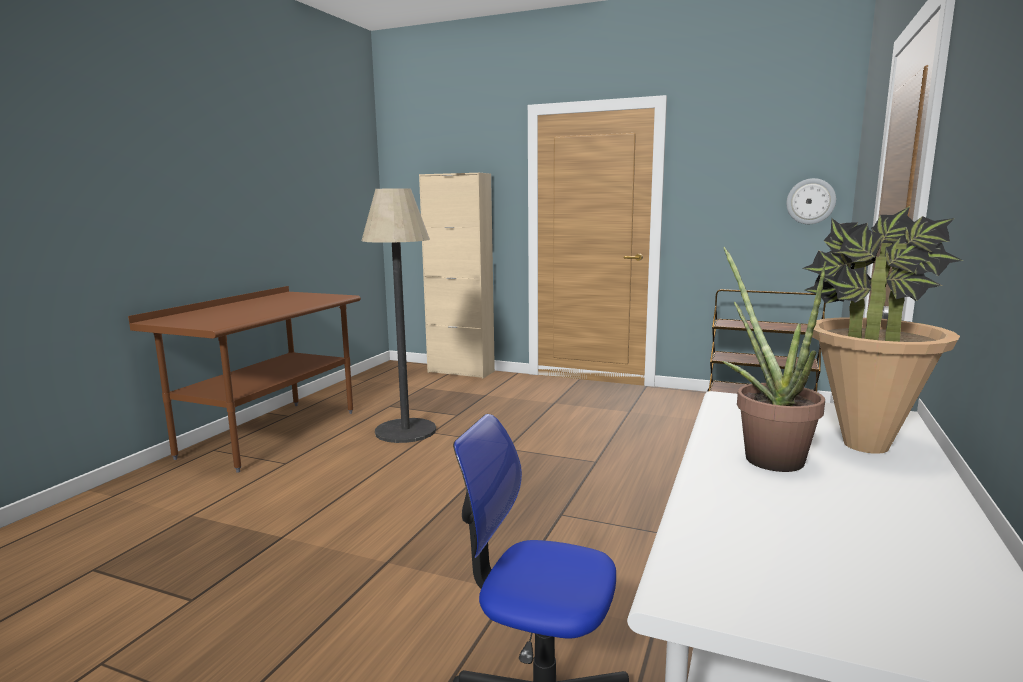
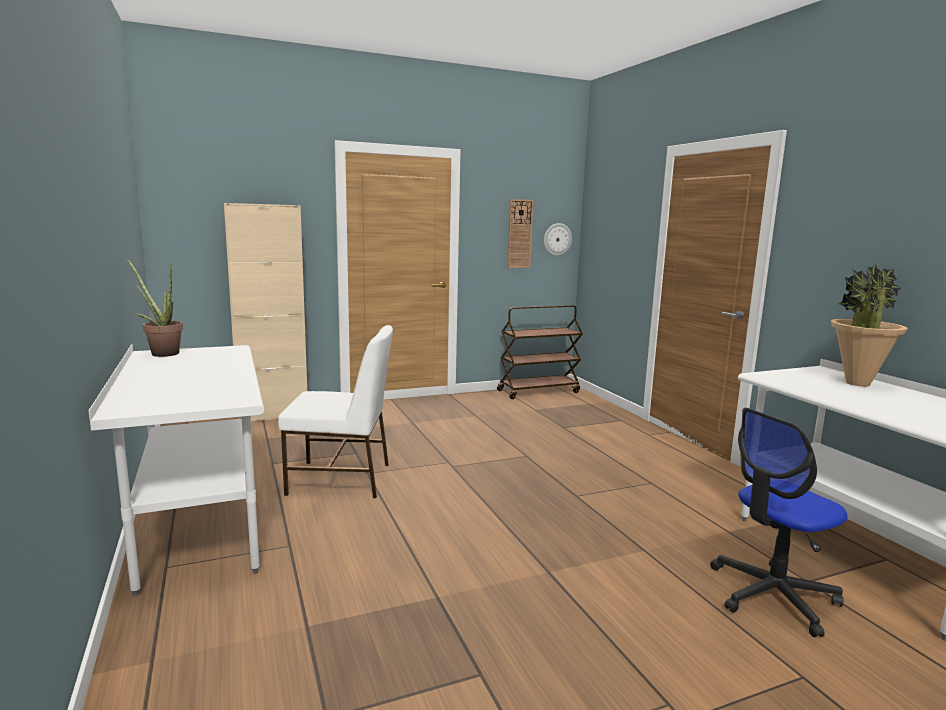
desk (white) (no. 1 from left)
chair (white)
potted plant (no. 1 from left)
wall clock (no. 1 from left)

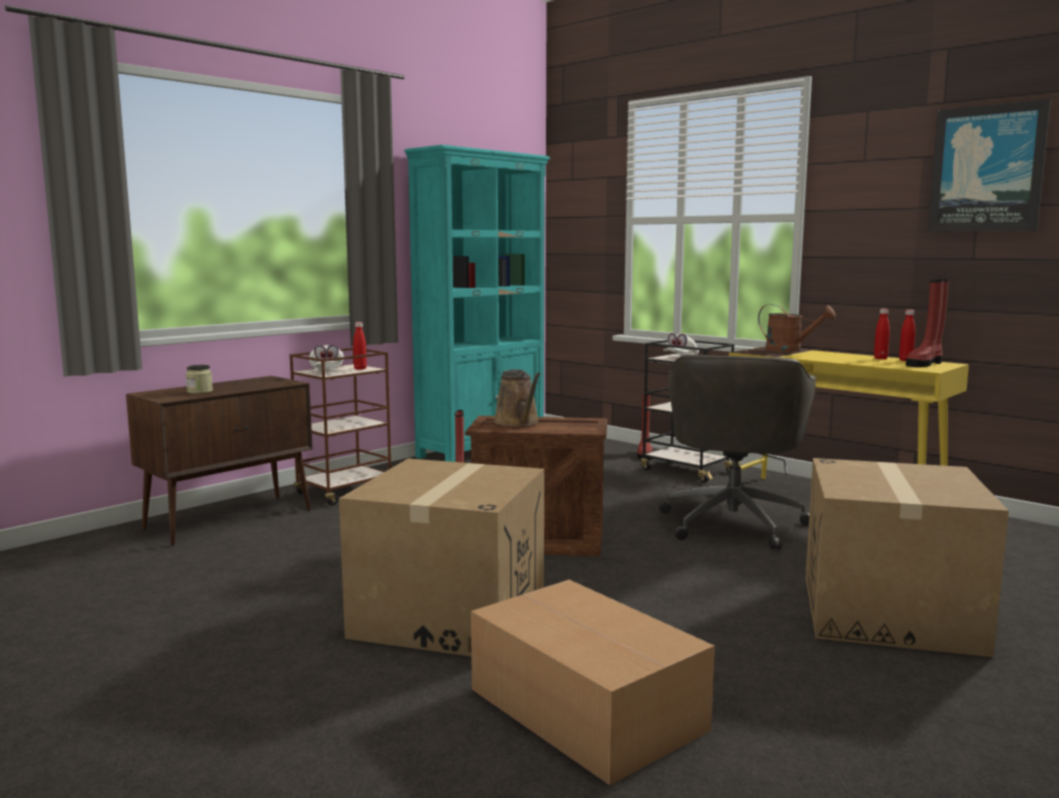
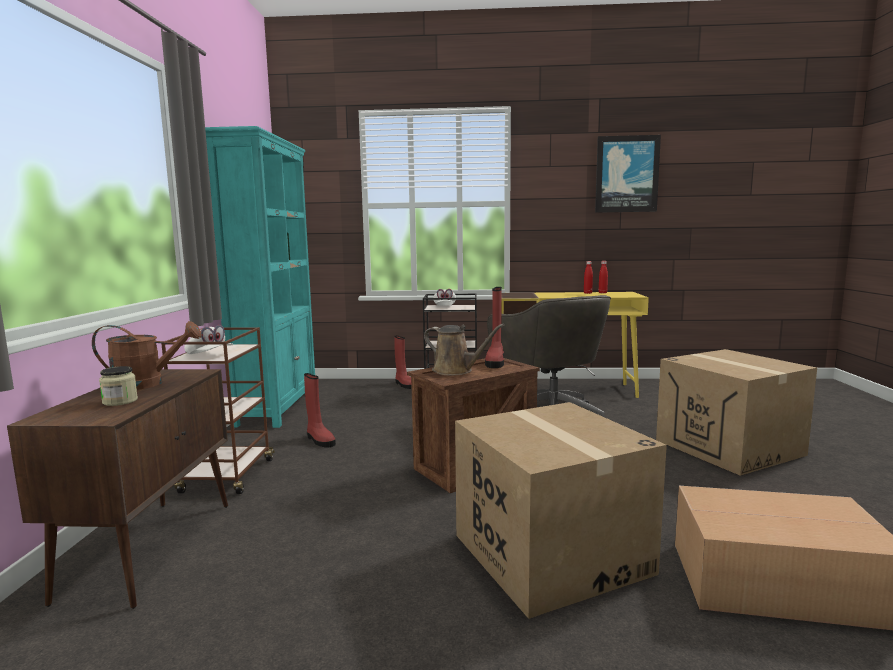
bottle (red) (no. 1 from left in the first image)
watering can (brown) (no. 1 from left)
boot (red) (no. 3 from left)

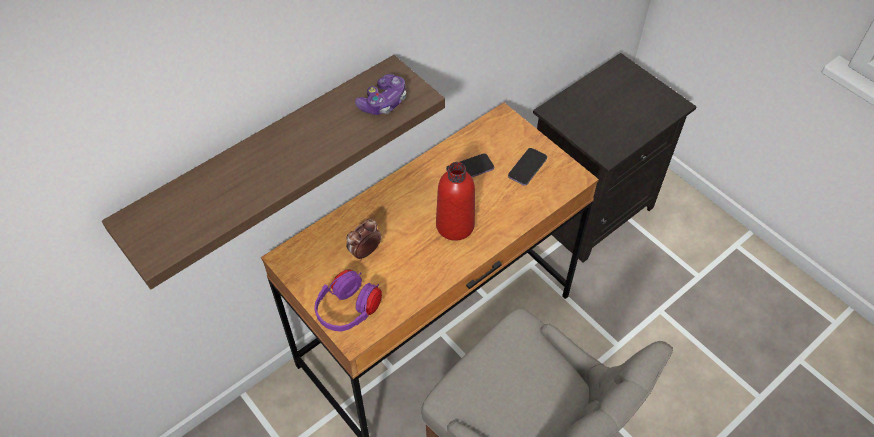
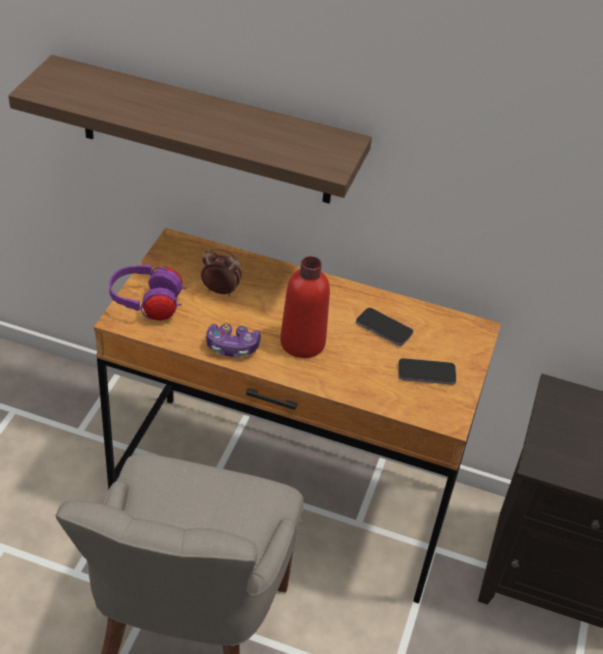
game controller

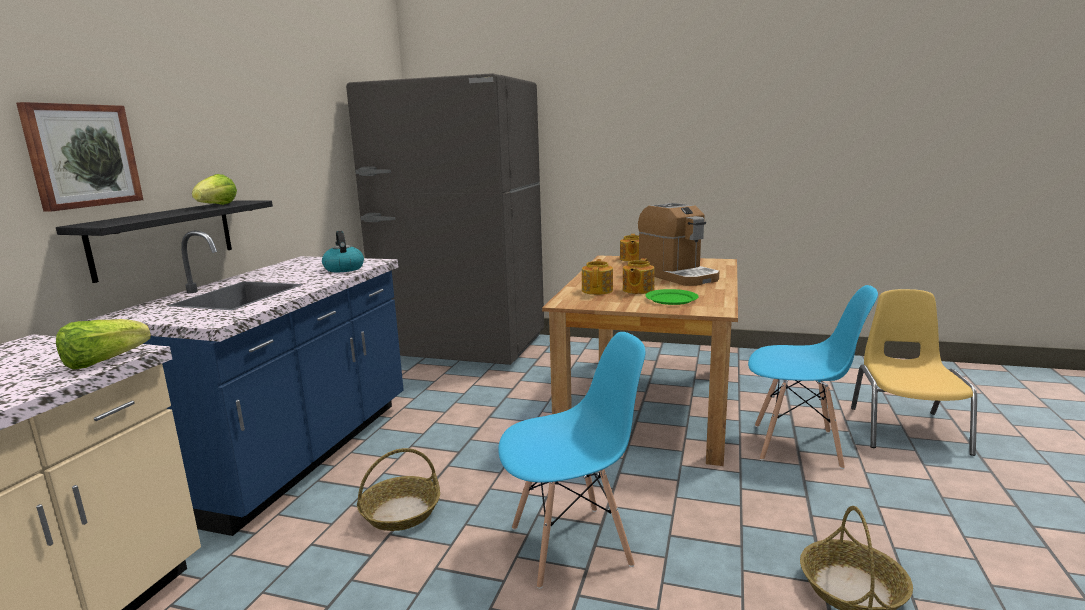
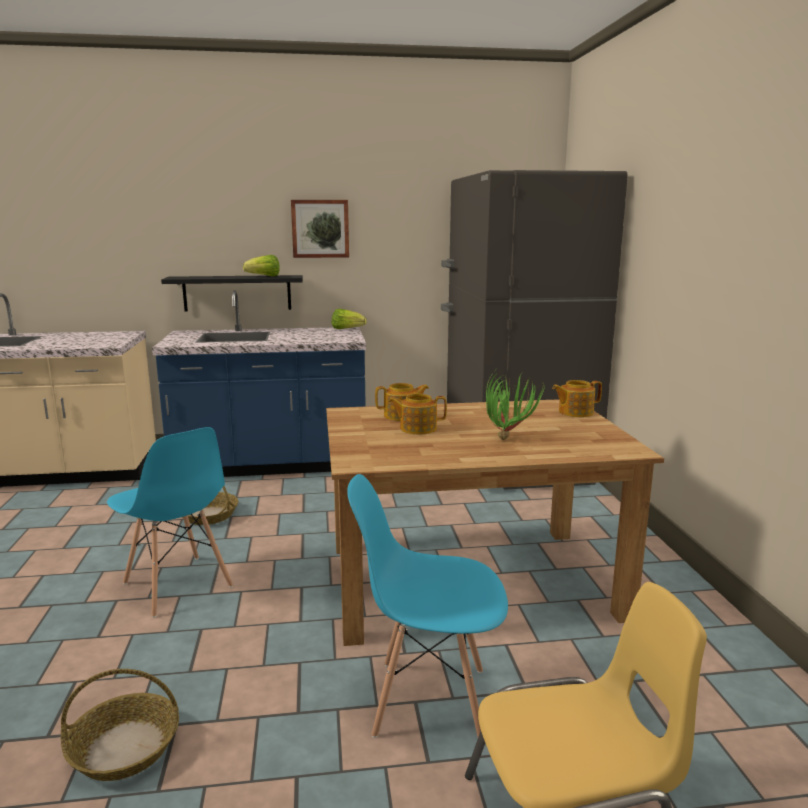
picture
lettuce (no. 2 from left)
kettle
potted plant
plate (green)
chair (blue) (no. 2 from left)

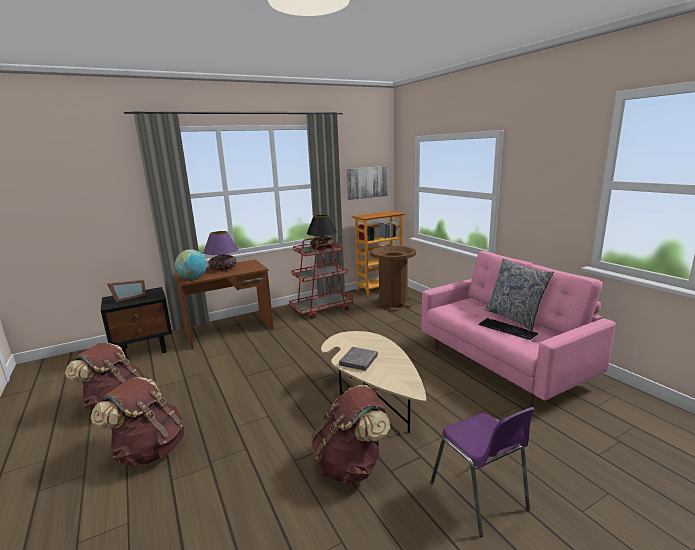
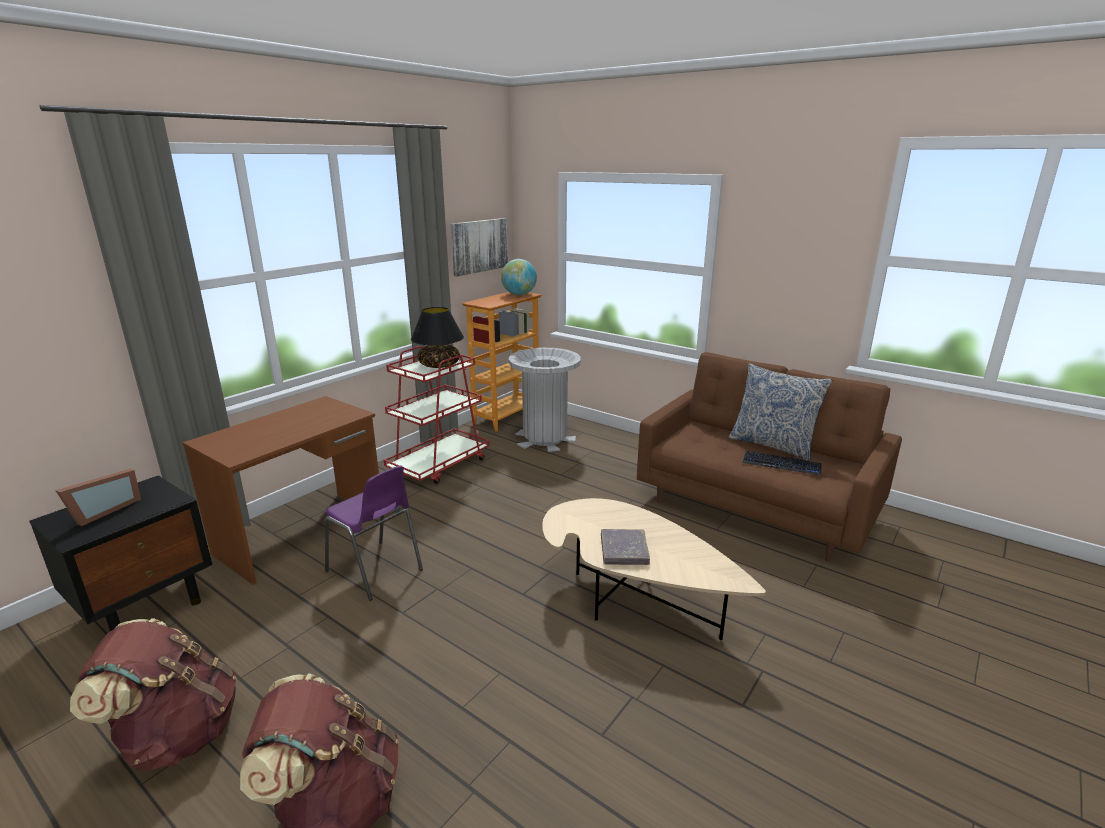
globe
table lamp (purple)
backpack (brown) (no. 3 from left in the first image)
trash can (grey)
sofa (brown)
chair (purple)

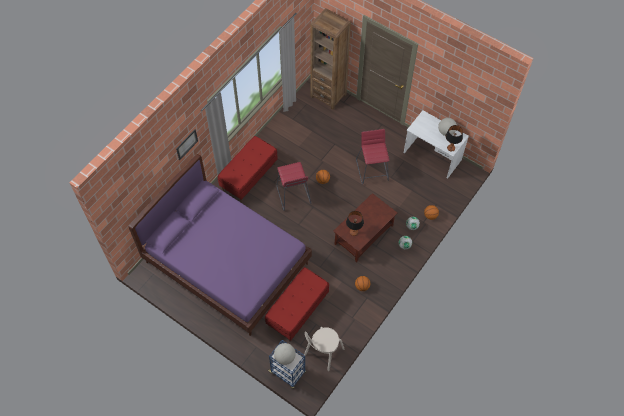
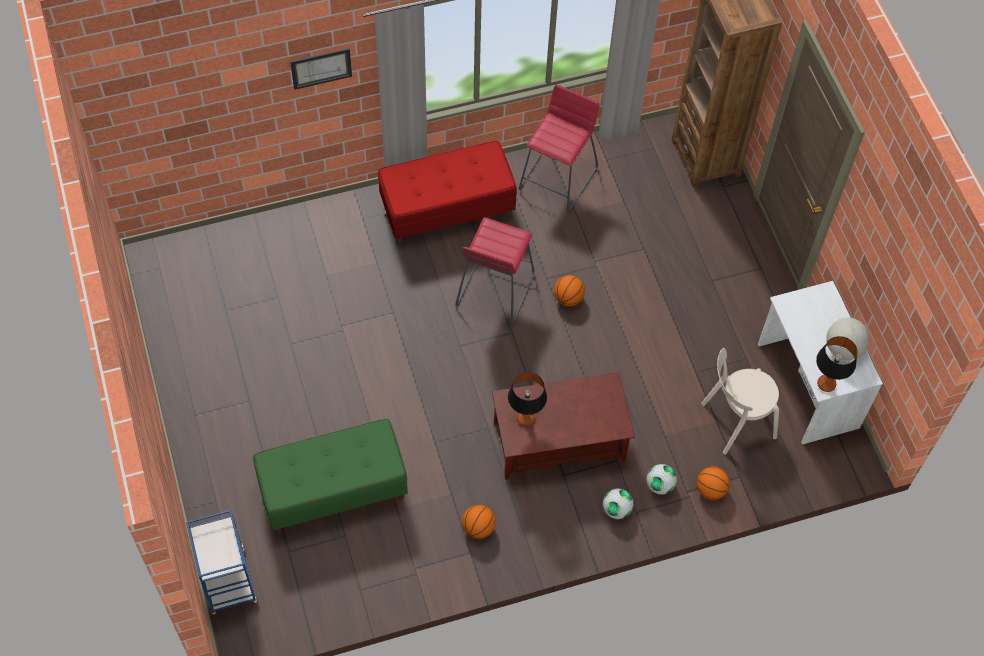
bed (purple)
bench (green)
globe (no. 1 from left in the first image)
chair (beige)
stool (red) (no. 2 from left)

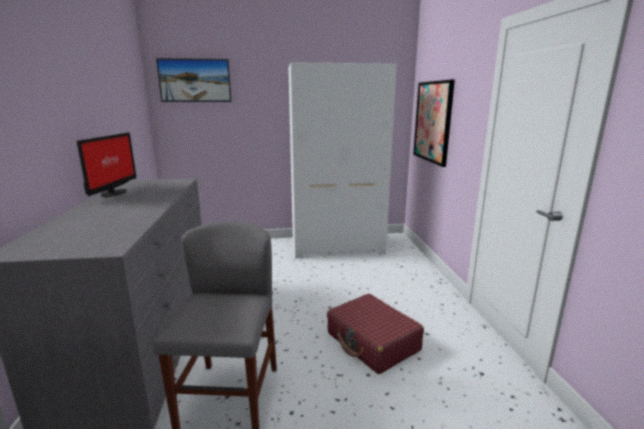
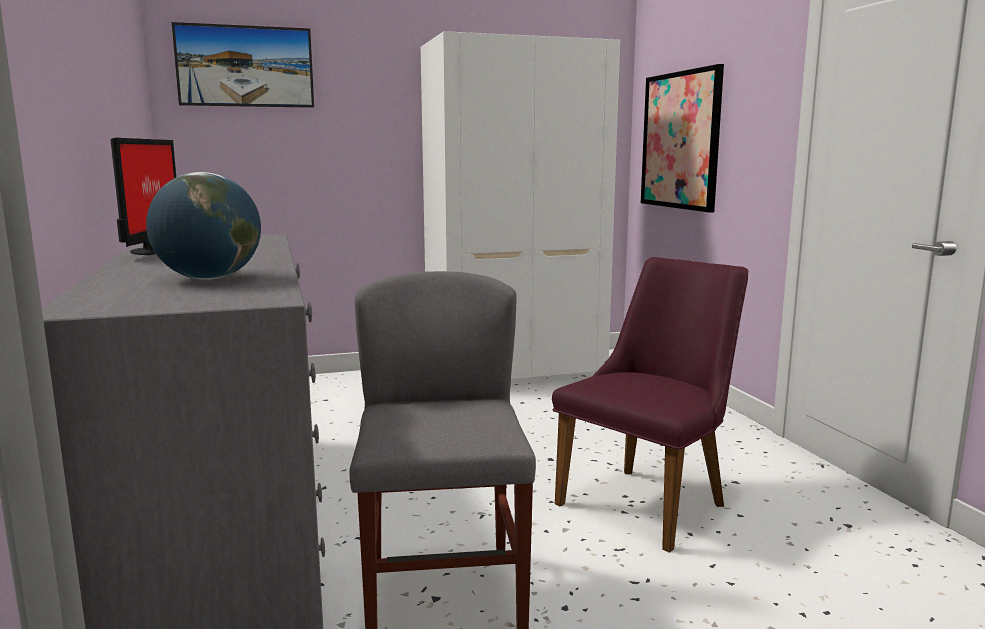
chair (purple)
globe

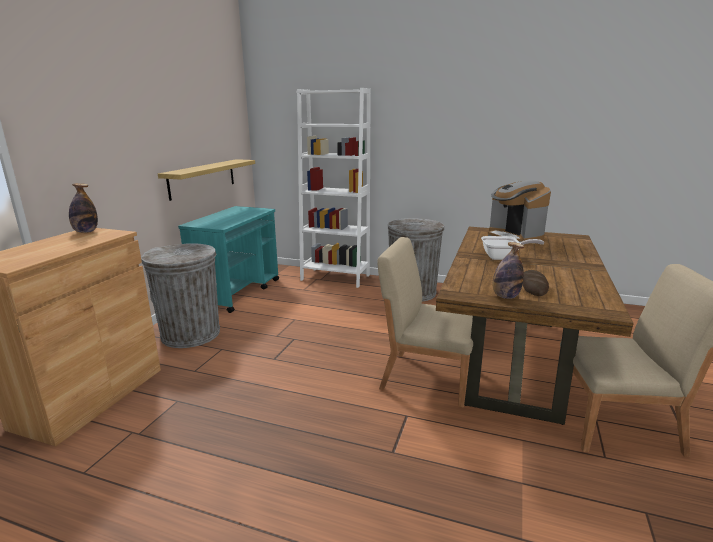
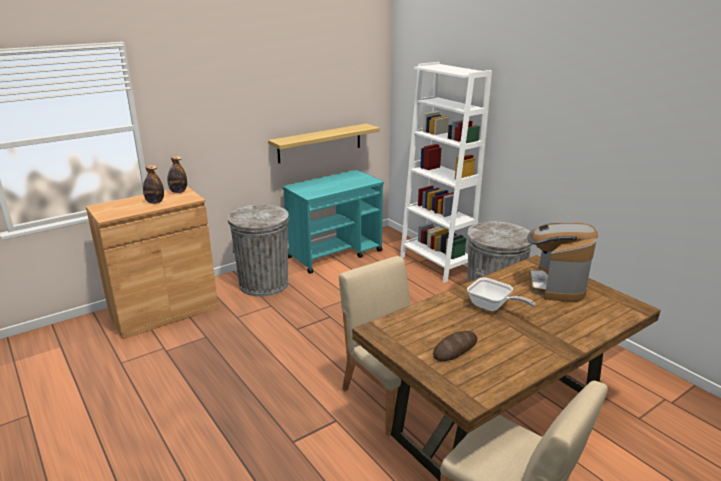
bottle (no. 1 from left)

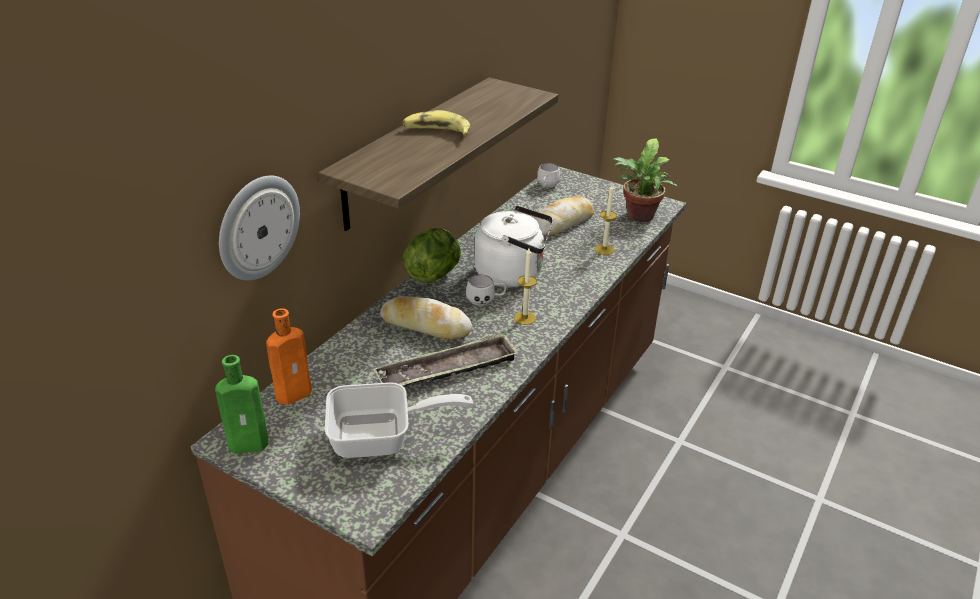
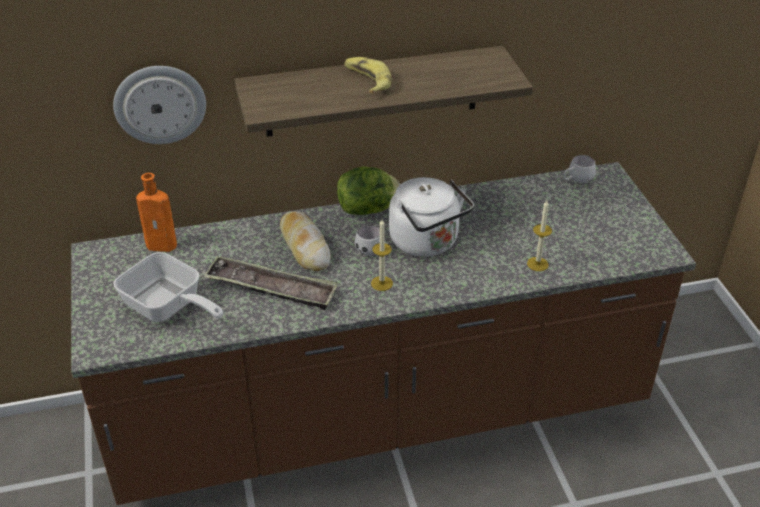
bottle (green)
bread (no. 2 from left in the first image)
potted plant

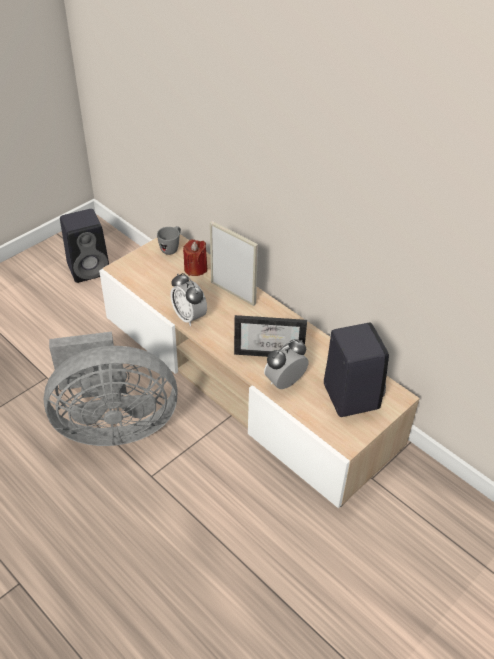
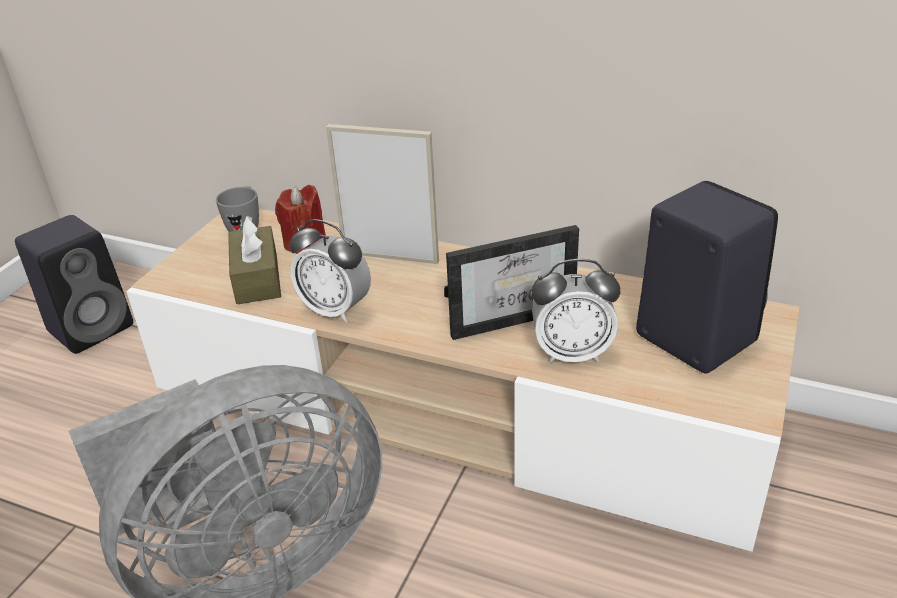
alarm clock (no. 2 from left)
tissue box (brown)

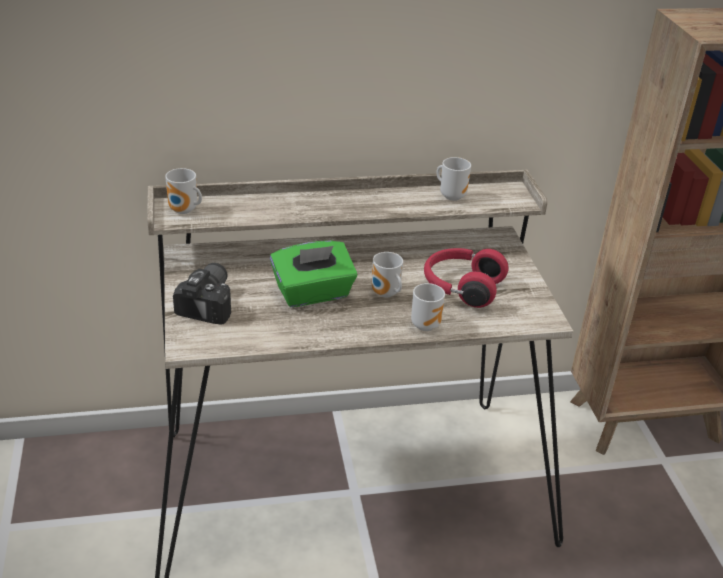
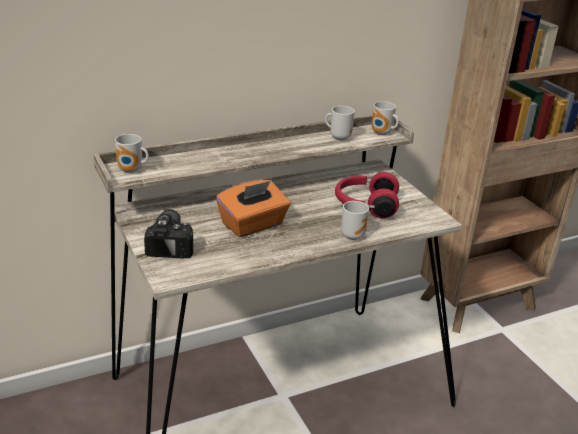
tissue box (orange)
mug (no. 4 from left)

